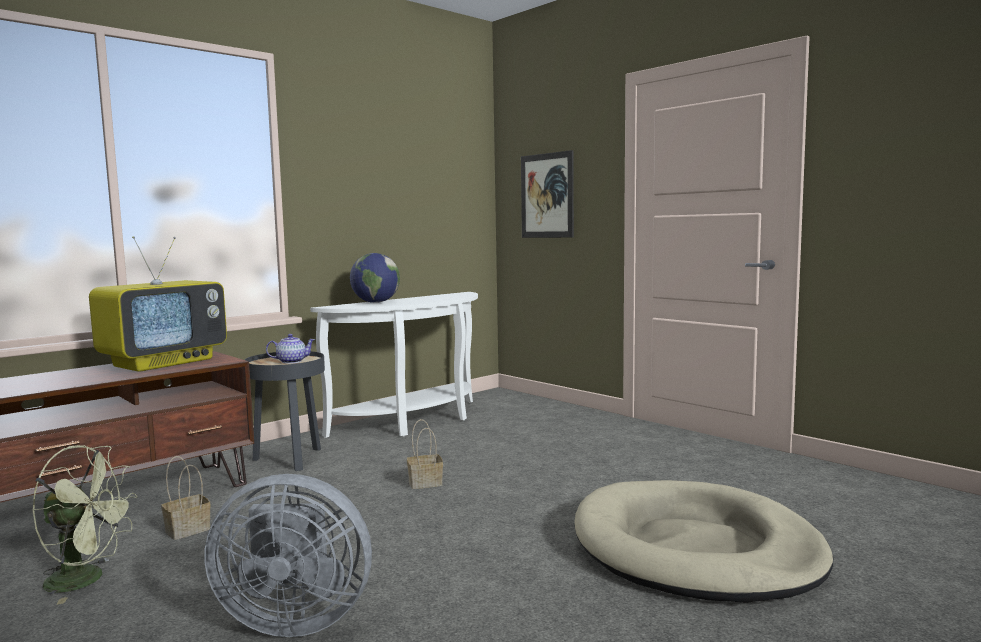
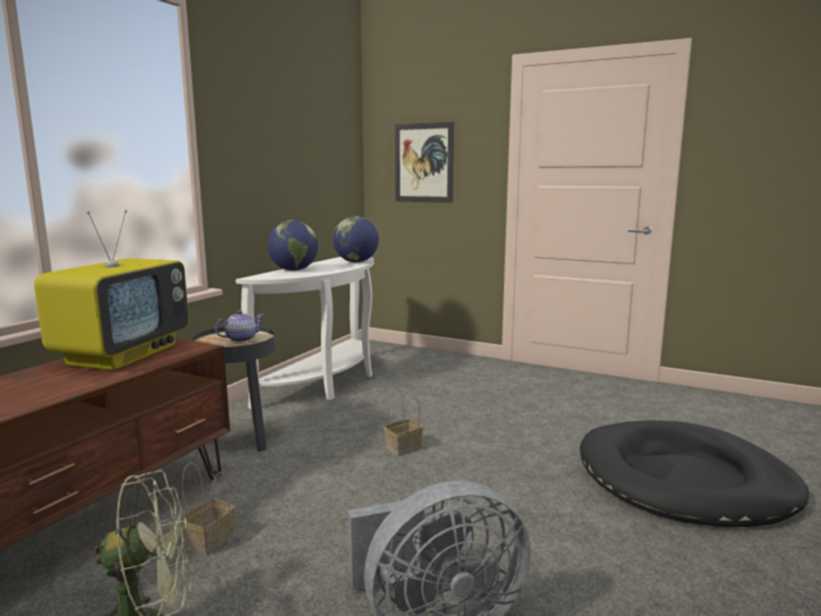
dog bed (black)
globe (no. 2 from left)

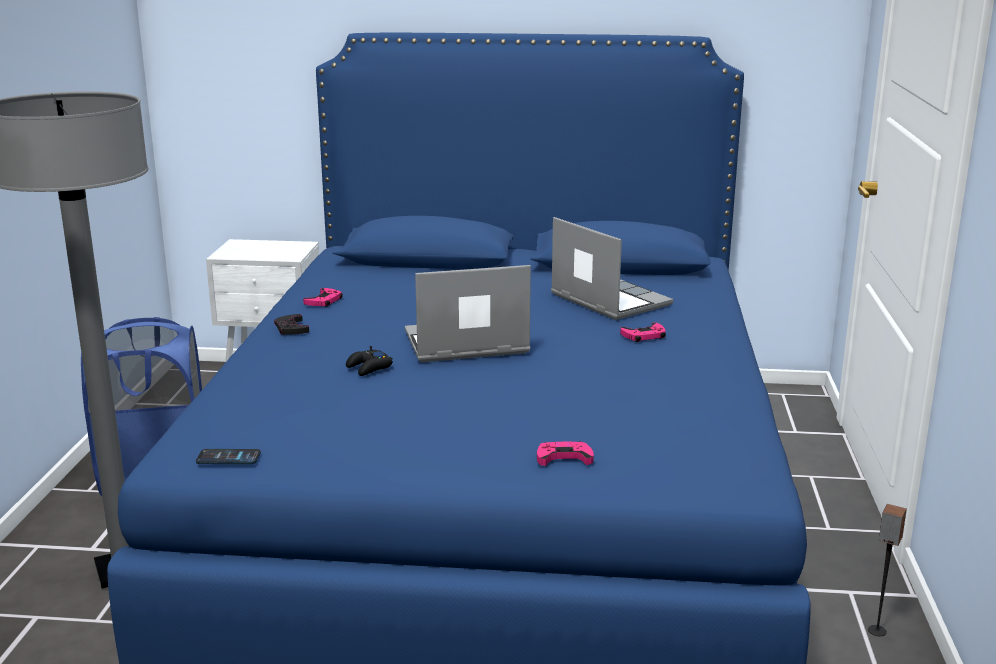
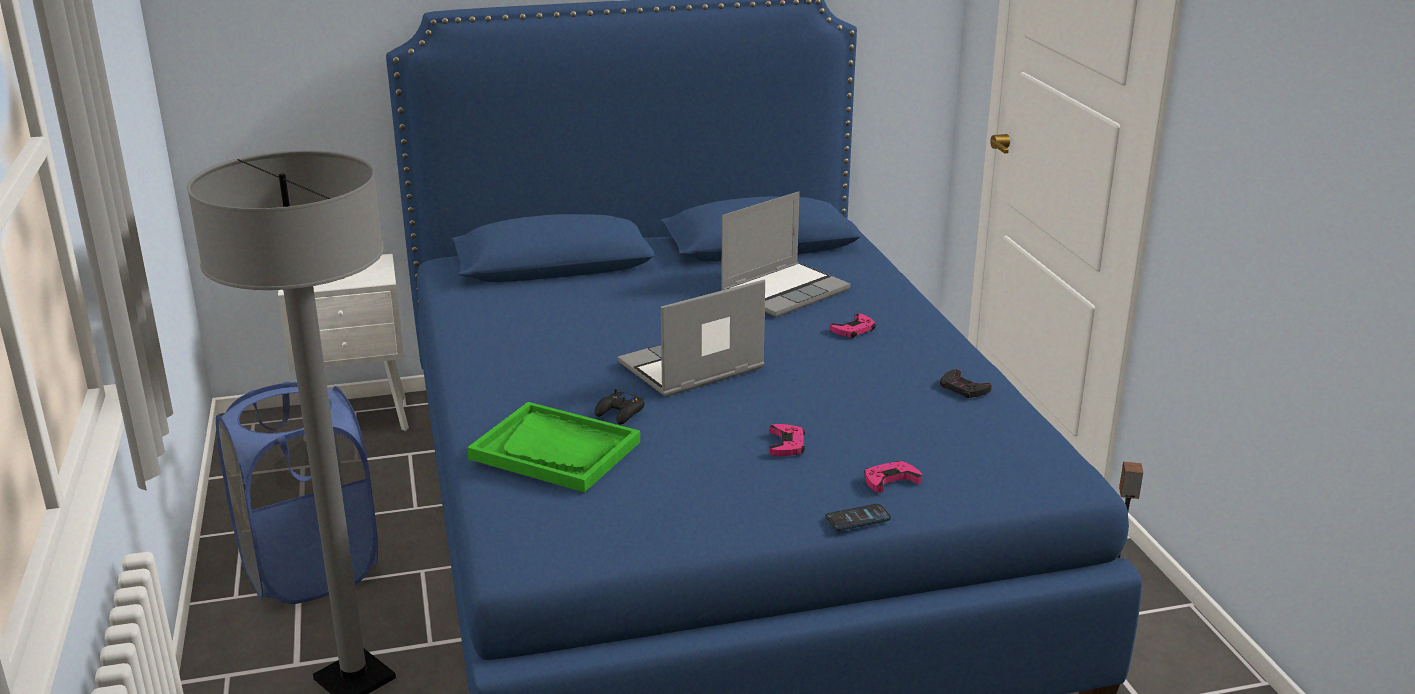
phone
game controller (black) (no. 2 from left)
game controller (pink) (no. 1 from left)
laptop (no. 2 from left)
tray (green)

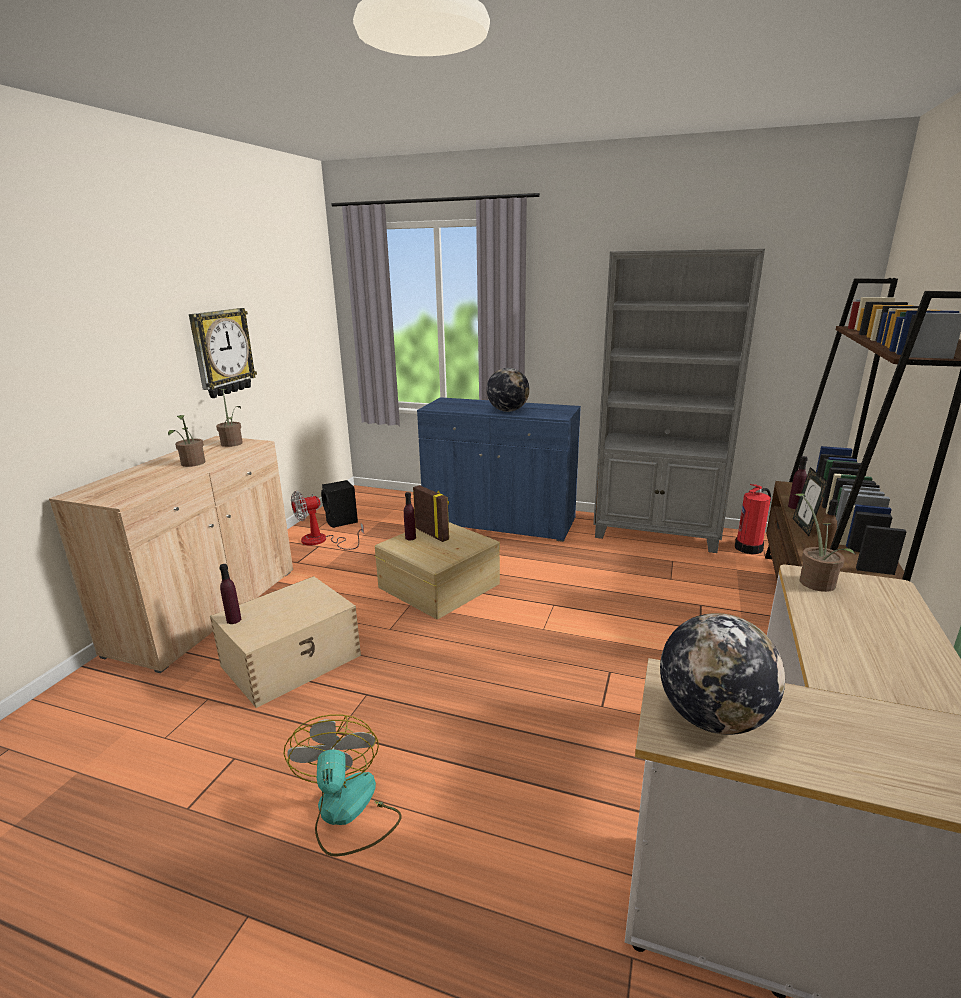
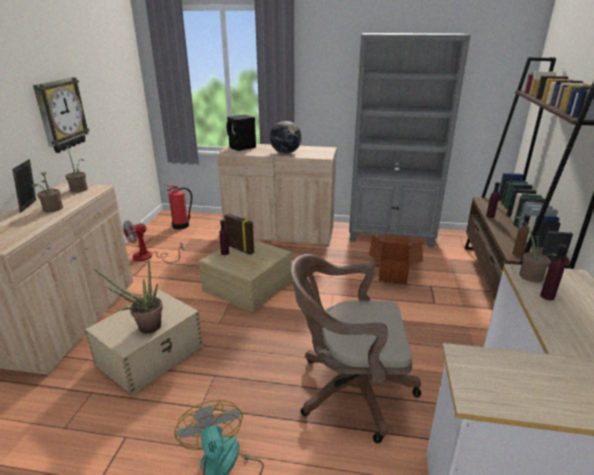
bottle (purple) (no. 3 from left)
speaker (black)
cabinet (beige) (no. 2 from left)
globe (no. 2 from left in the first image)
fire extinguisher
picture frame (no. 1 from left)
potted plant (no. 3 from left)
office chair (brown)
cardboard box

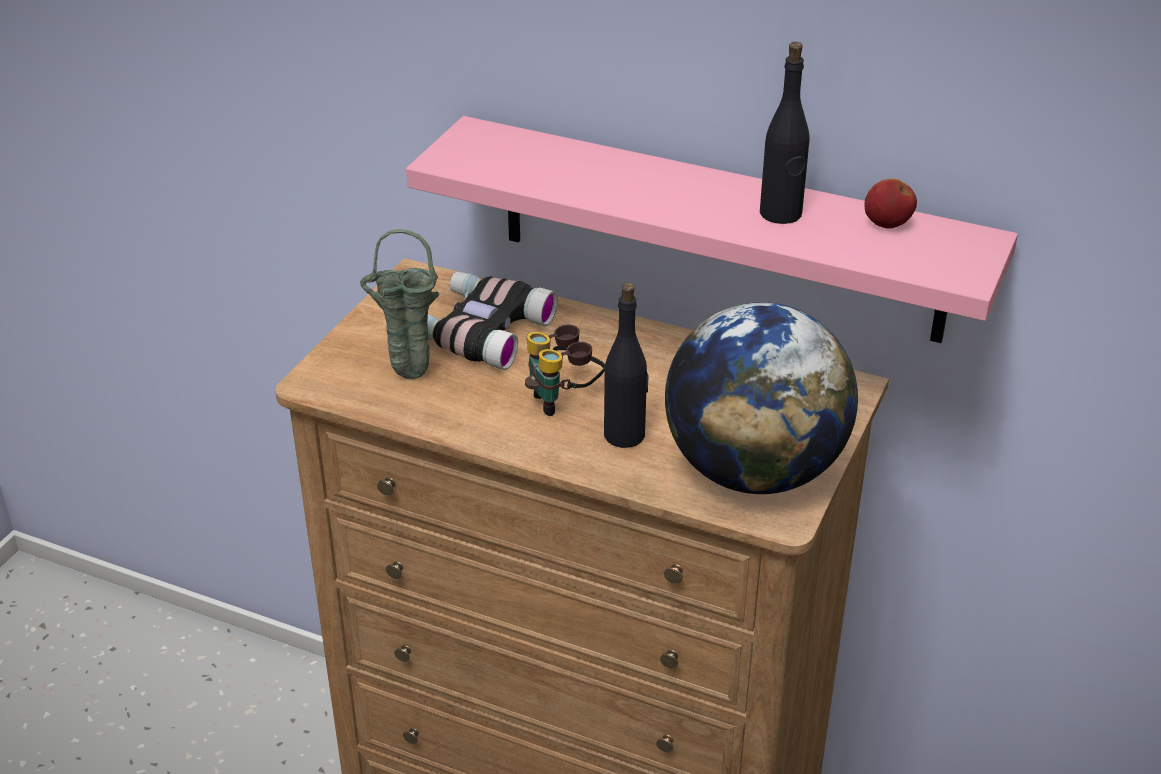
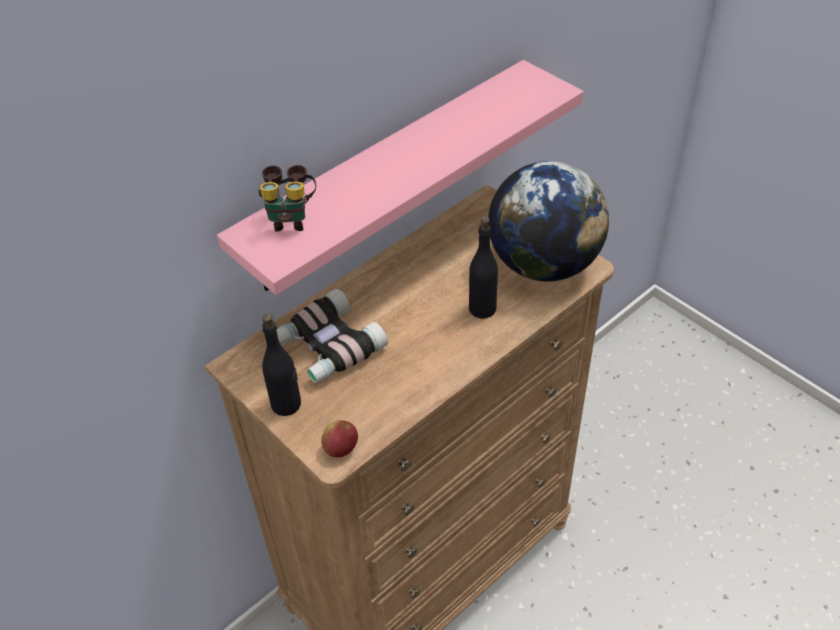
vase (green)
binoculars (no. 1 from left)
bottle (black) (no. 1 from left)
apple

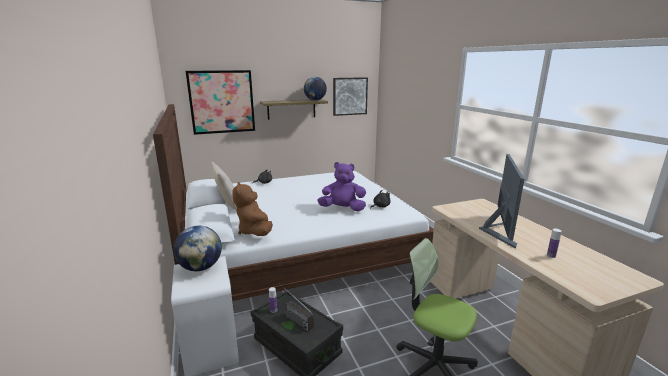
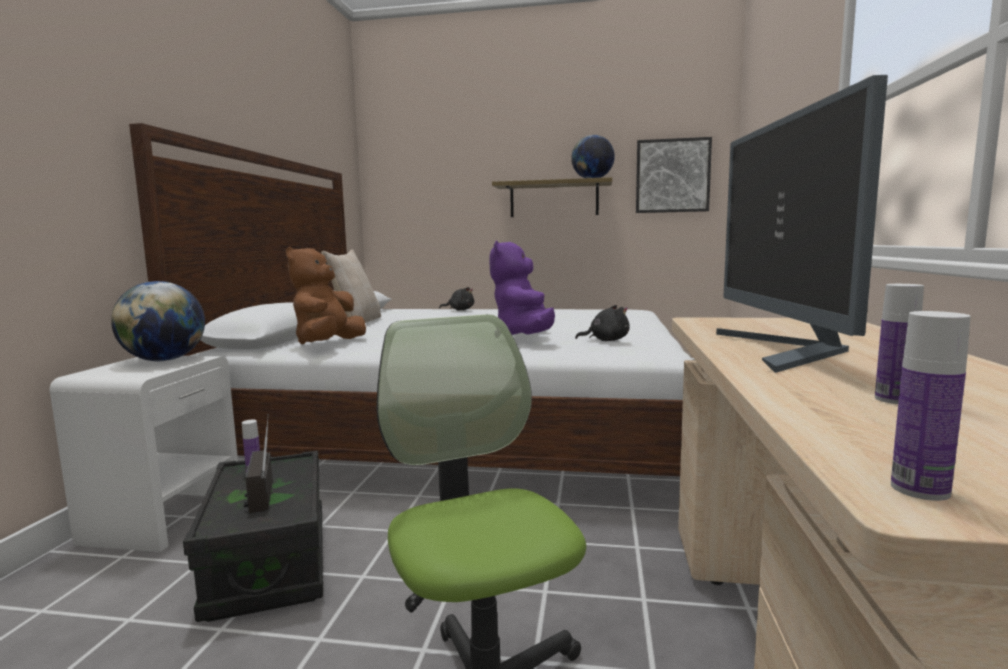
picture (no. 1 from left in the first image)
plush toy (purple)
monitor
bottle (no. 3 from left)

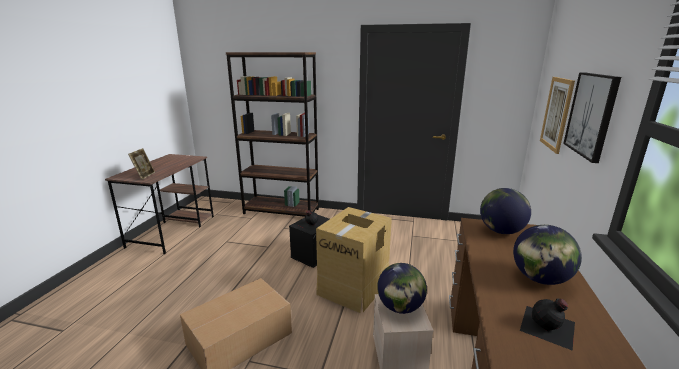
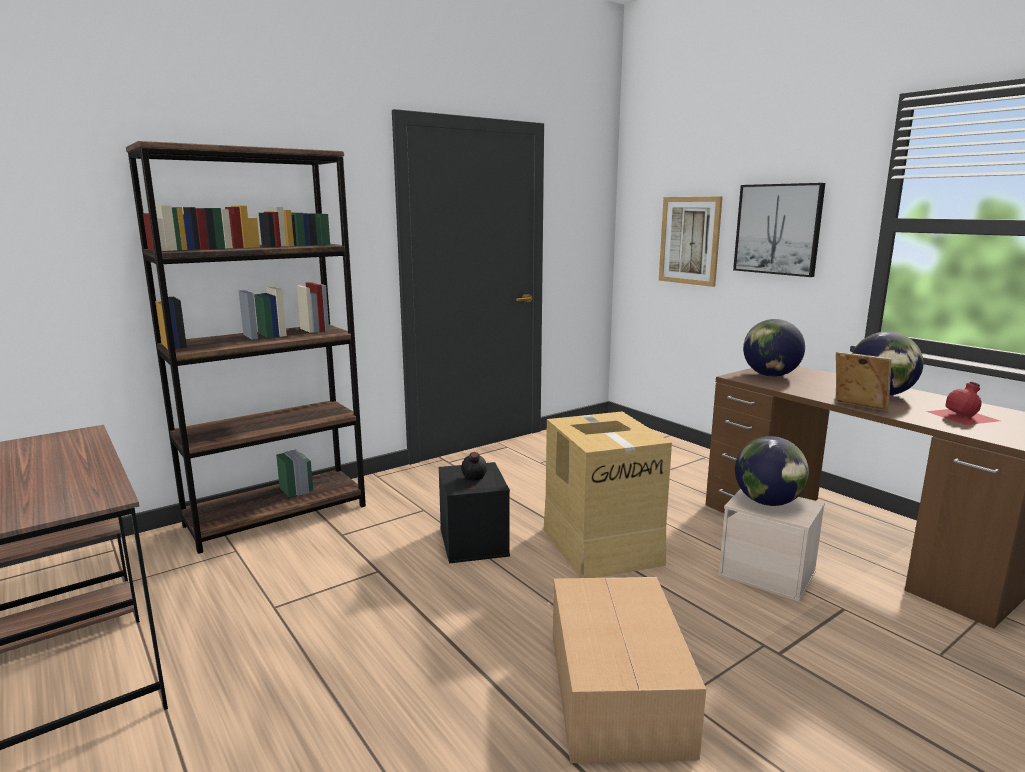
picture frame
bottle (red)

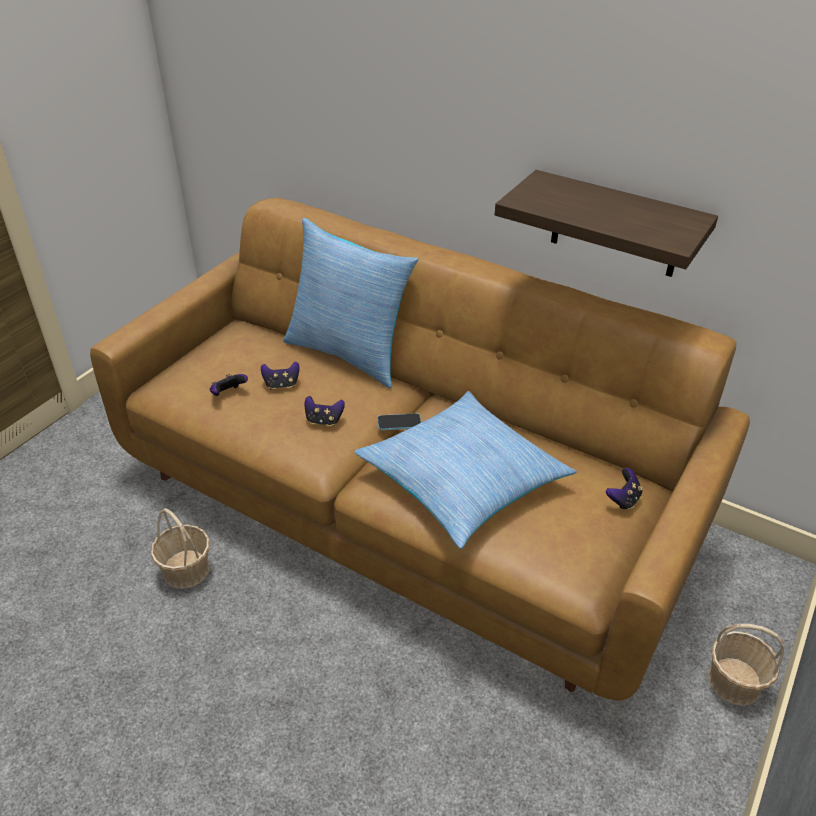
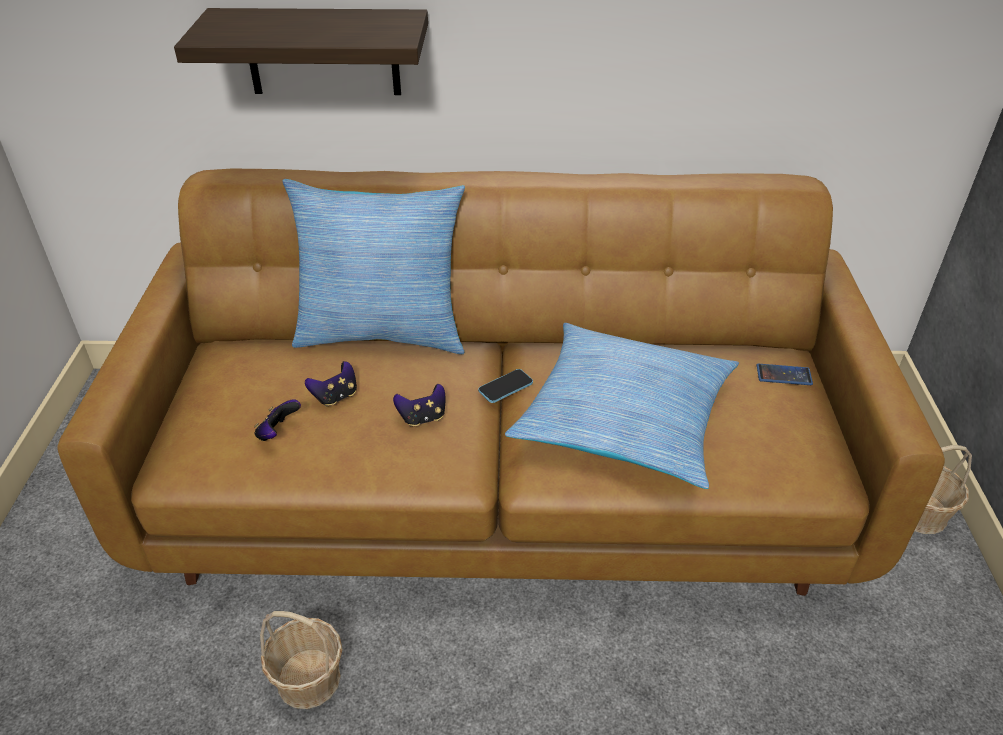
shelf
phone (no. 2 from left)

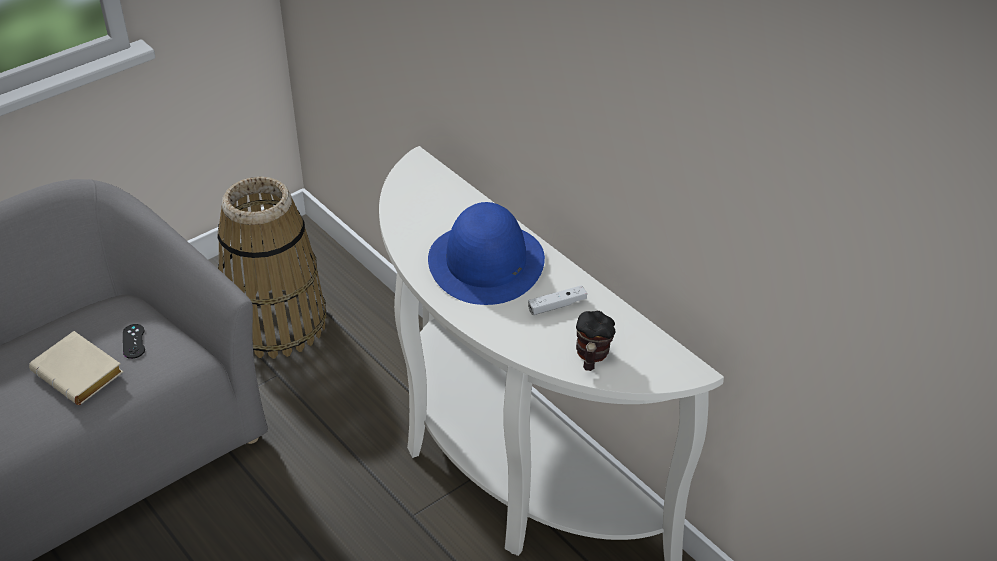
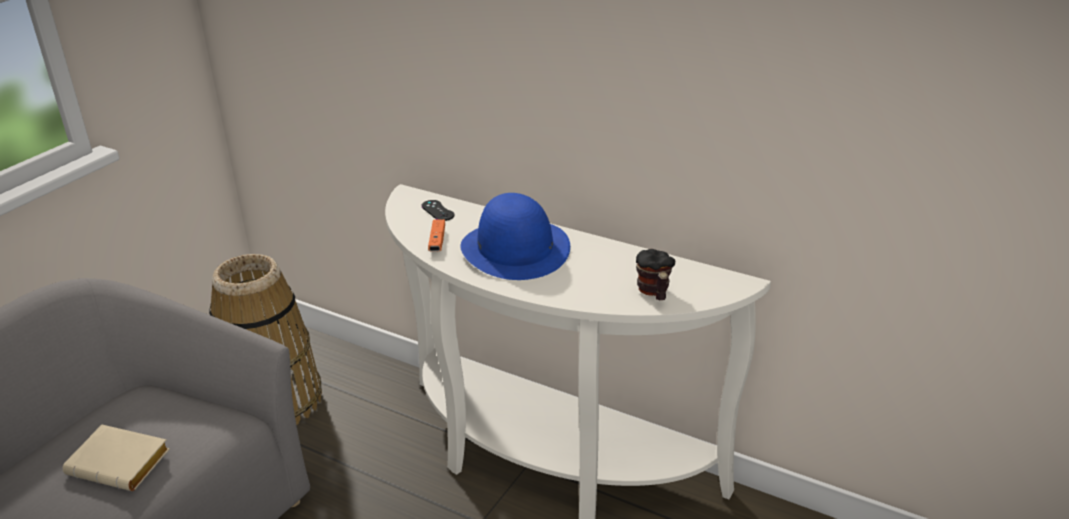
game controller (black)
game controller (white)
game controller (orange)

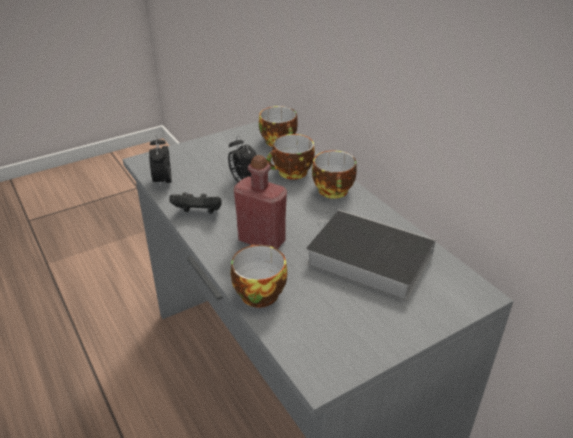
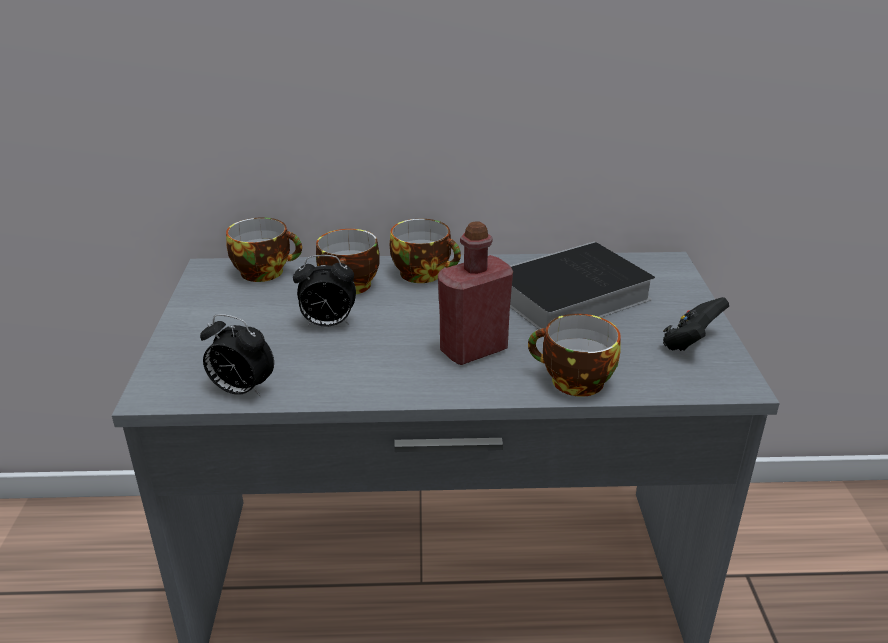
game controller (black)

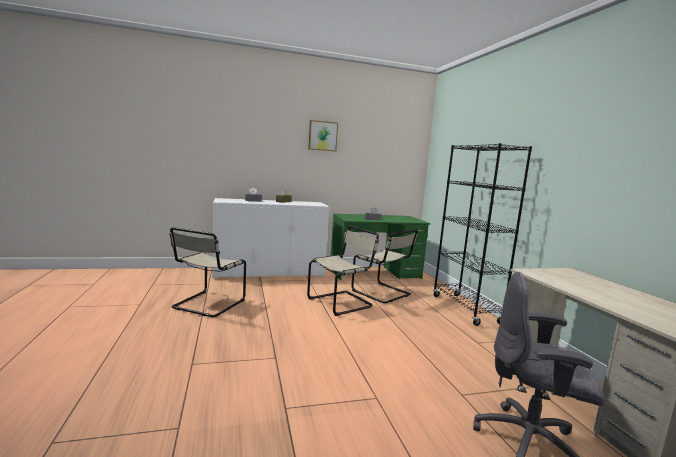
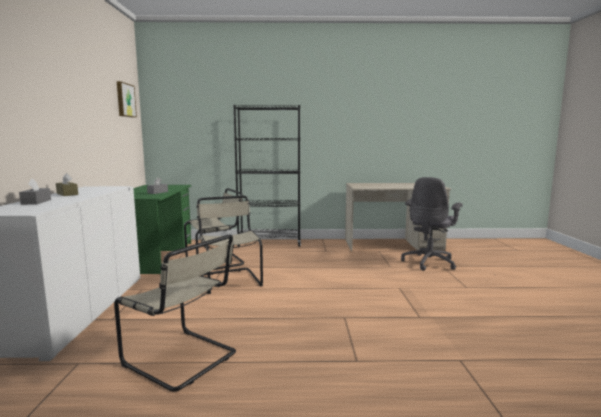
picture

